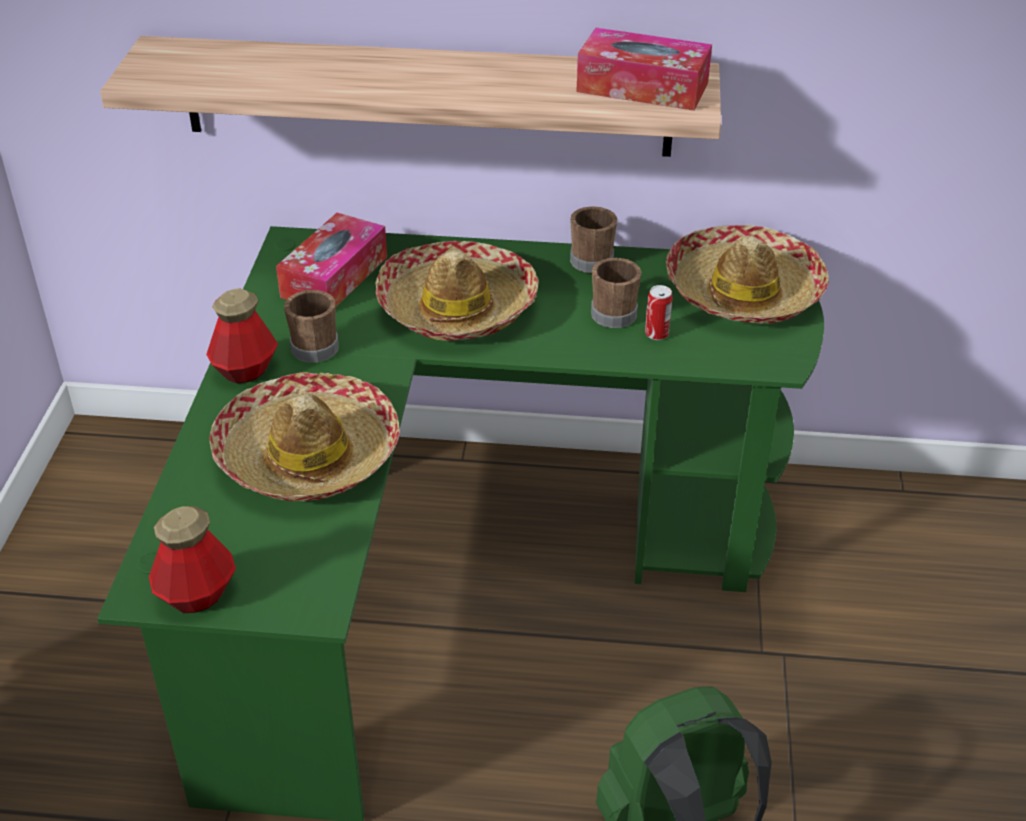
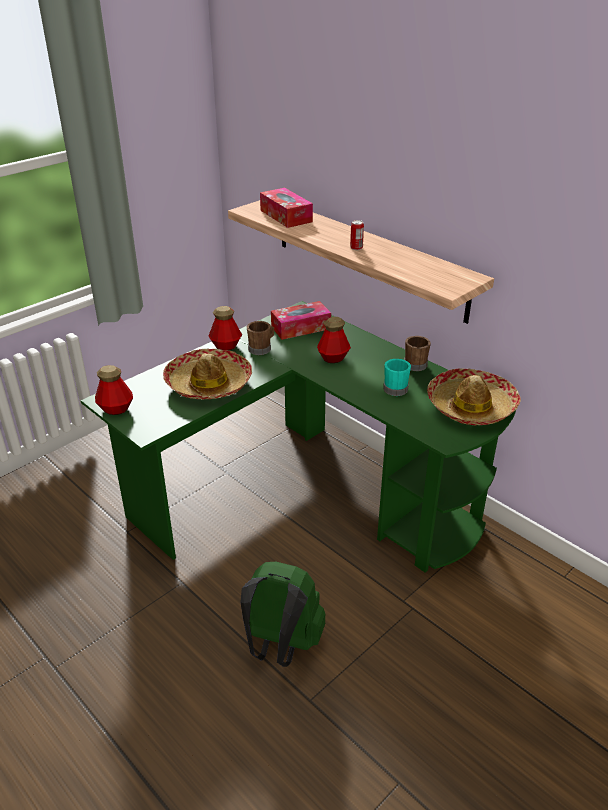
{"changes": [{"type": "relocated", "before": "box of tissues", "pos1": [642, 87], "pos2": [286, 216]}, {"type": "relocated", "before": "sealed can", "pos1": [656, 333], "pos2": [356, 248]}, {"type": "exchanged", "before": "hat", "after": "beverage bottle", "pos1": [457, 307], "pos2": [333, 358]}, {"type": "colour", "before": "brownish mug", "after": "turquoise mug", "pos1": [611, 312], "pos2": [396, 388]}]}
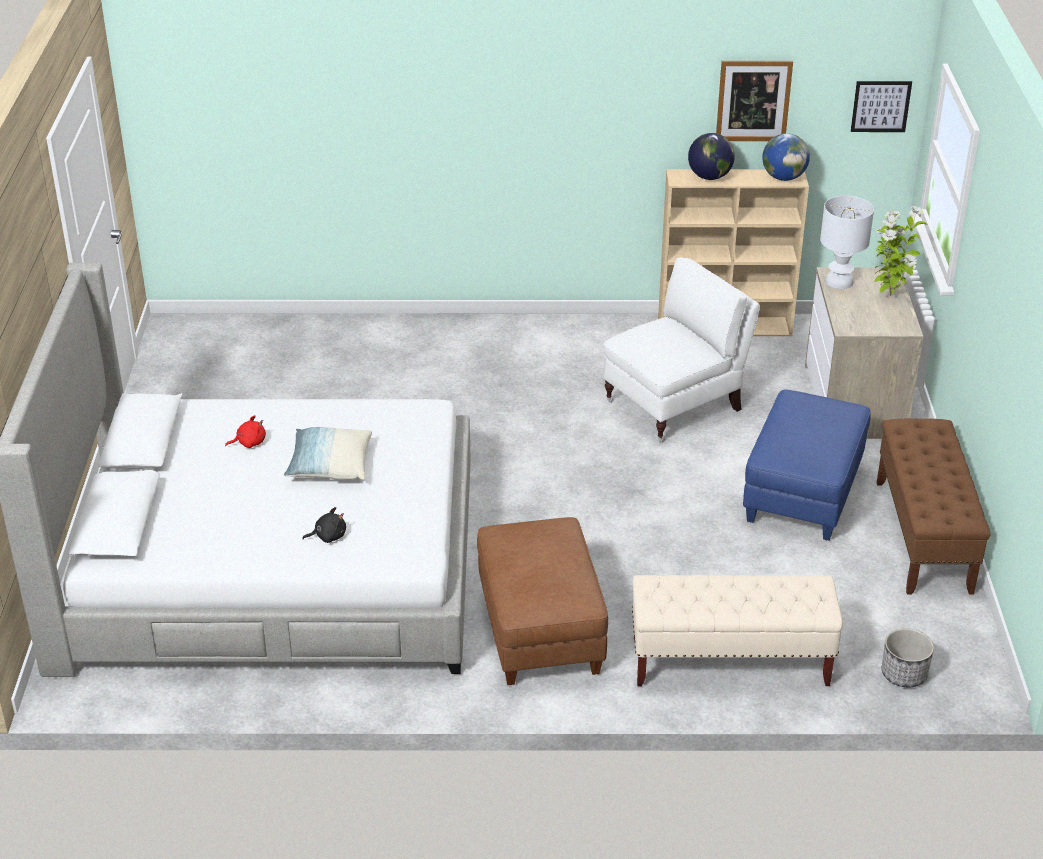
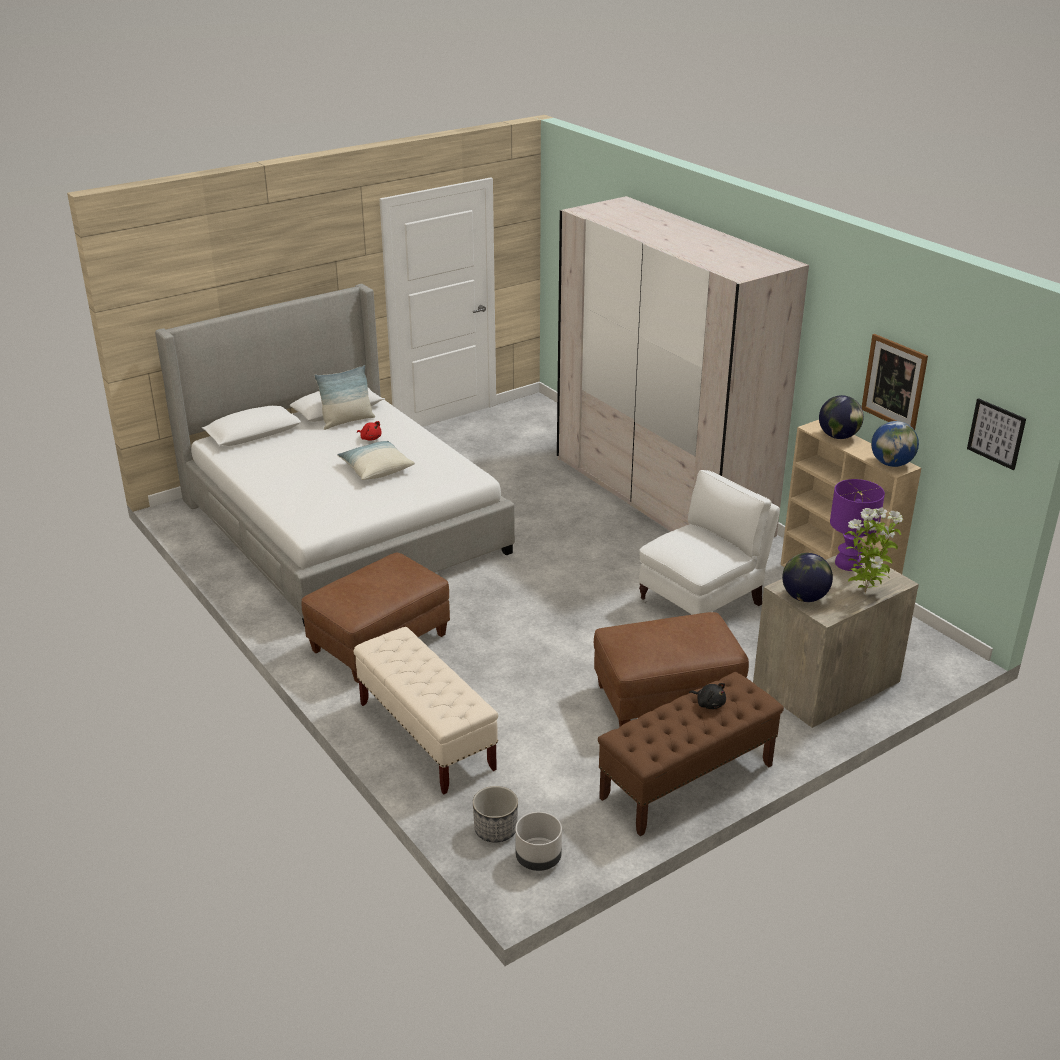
{"changes": [{"type": "appeared", "after": "pillow", "pos2": [347, 421]}, {"type": "appeared", "after": "grey plant pot", "pos2": [538, 859]}, {"type": "appeared", "after": "beige-coloured clothes cupboard", "pos2": [661, 496]}, {"type": "appeared", "after": "desk globe", "pos2": [804, 598]}, {"type": "relocated", "before": "blackish cuddly toy", "pos1": [328, 536], "pos2": [709, 703]}, {"type": "colour", "before": "bluish pouffe", "after": "brownish pouffe", "pos1": [803, 495], "pos2": [666, 701]}, {"type": "colour", "before": "white tabletop lamp", "after": "purple tabletop lamp", "pos1": [839, 282], "pos2": [848, 564]}, {"type": "spun", "before": "white easy chair", "pos1": [676, 405], "pos2": [703, 603], "turn": -60}]}
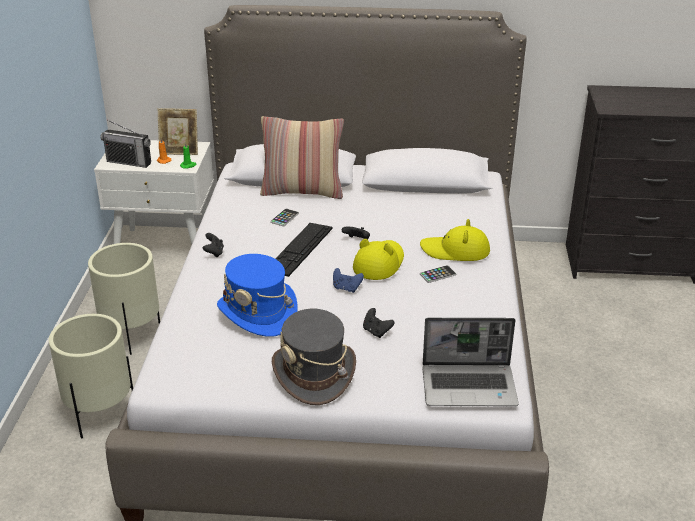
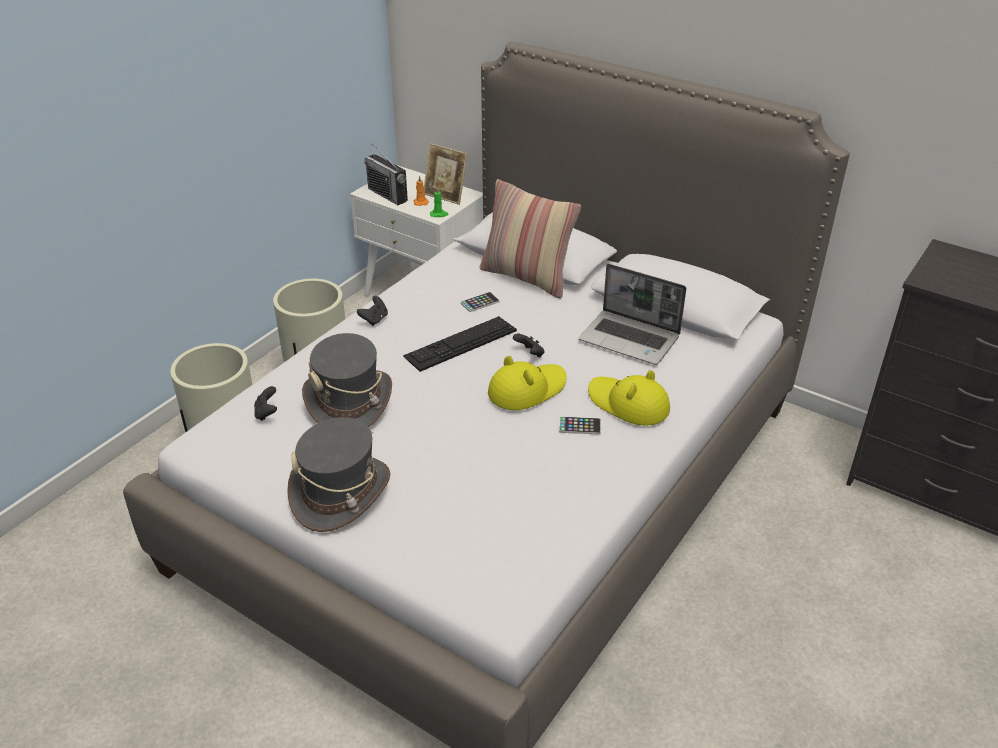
{"changes": [{"type": "missing", "before": "bluish gamepad", "pos1": [346, 288]}, {"type": "relocated", "before": "blackish gamepad", "pos1": [376, 331], "pos2": [267, 413]}, {"type": "relocated", "before": "notebook computer", "pos1": [470, 386], "pos2": [630, 339]}, {"type": "colour", "before": "bluish hat", "after": "grey hat", "pos1": [258, 313], "pos2": [349, 402]}]}
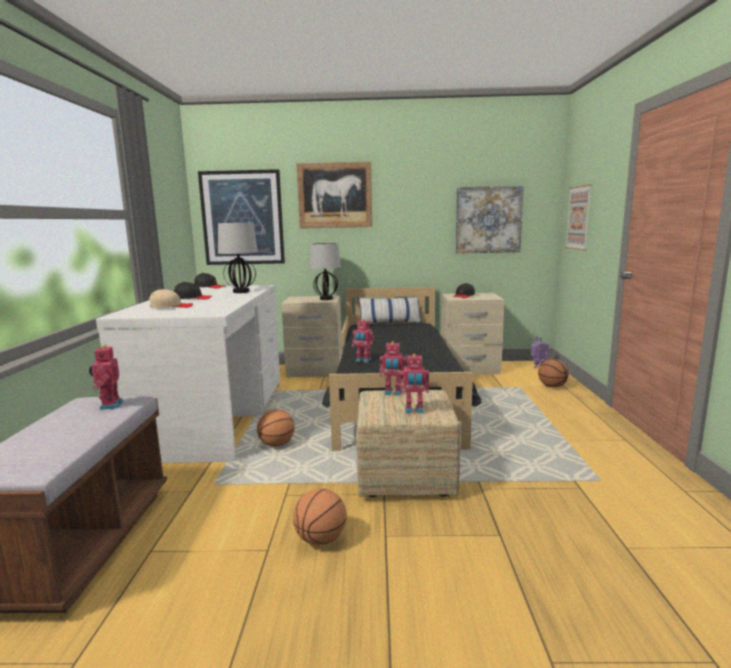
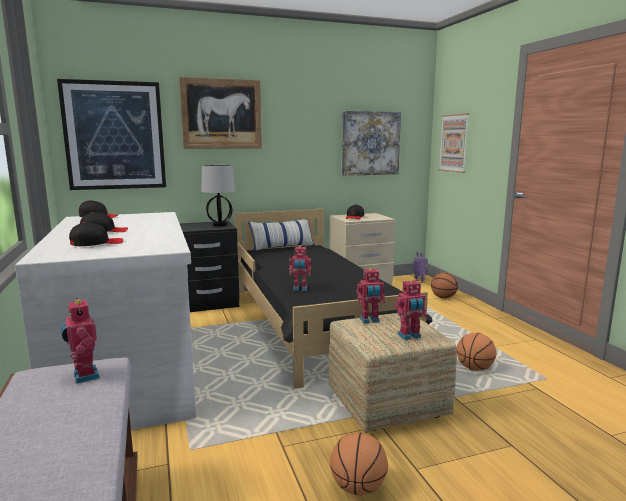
{"changes": [{"type": "missing", "before": "tabletop lamp", "pos1": [240, 292]}, {"type": "relocated", "before": "ball for basketball", "pos1": [277, 445], "pos2": [474, 368]}, {"type": "colour", "before": "beige-coloured cap", "after": "blackish cap", "pos1": [171, 307], "pos2": [96, 244]}, {"type": "colour", "before": "beige-coloured bedside table", "after": "blackish bedside table", "pos1": [315, 371], "pos2": [207, 303]}]}
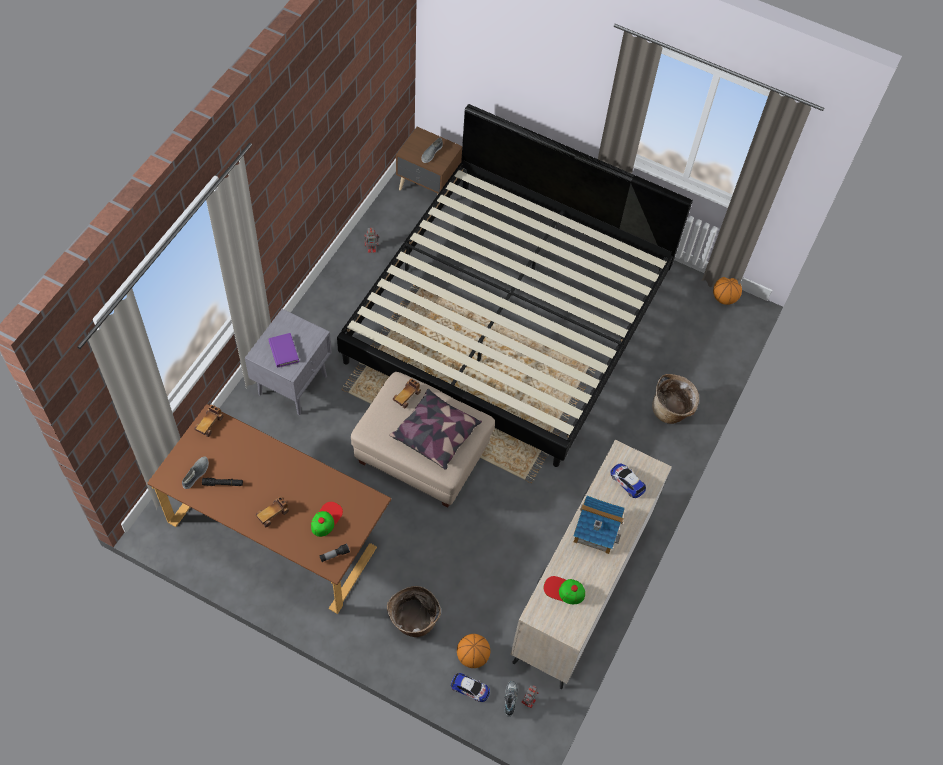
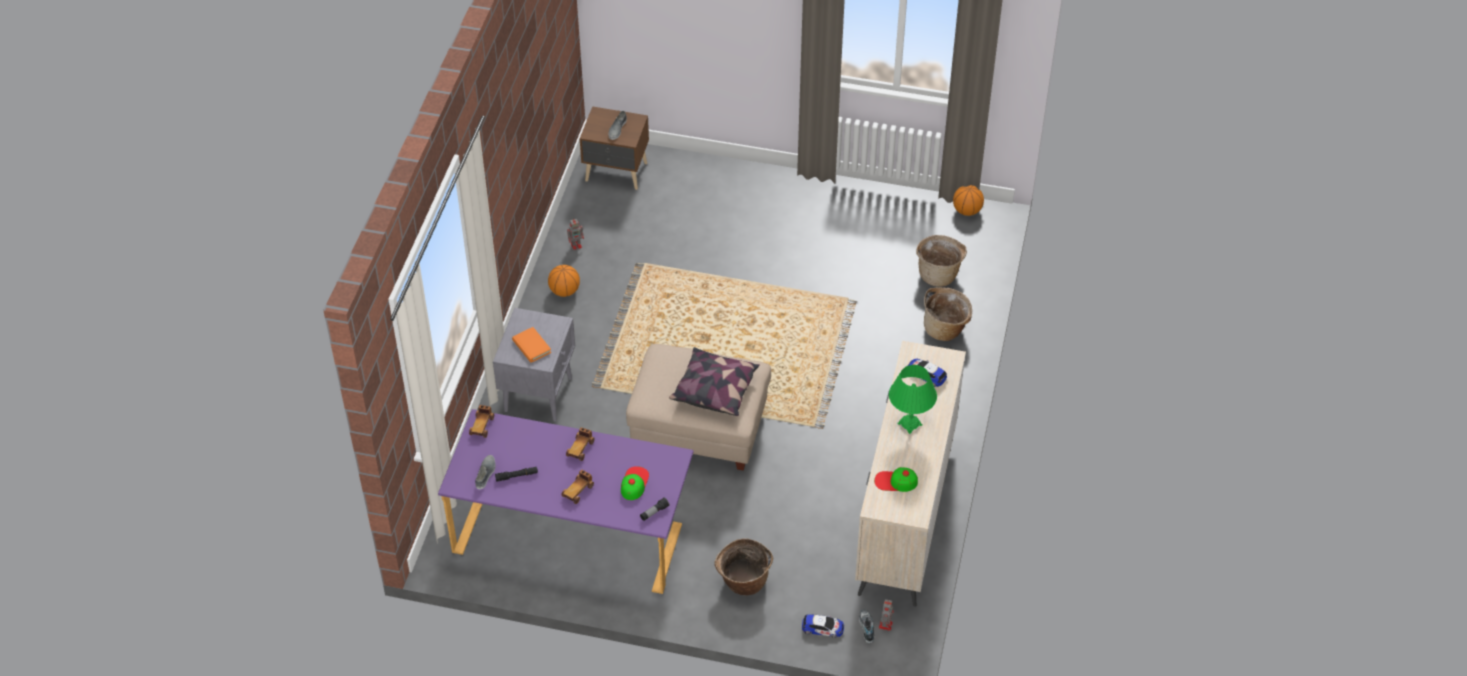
{"changes": [{"type": "missing", "before": "bedroom bed", "pos1": [508, 318]}, {"type": "appeared", "after": "basket", "pos2": [939, 274]}, {"type": "relocated", "before": "miniature car", "pos1": [407, 396], "pos2": [580, 448]}, {"type": "relocated", "before": "ball for basketball", "pos1": [472, 656], "pos2": [564, 291]}, {"type": "exchanged", "before": "toy house", "after": "greenish tabletop lamp", "pos1": [596, 531], "pos2": [909, 424]}, {"type": "colour", "before": "brownish desk table", "after": "purple desk table", "pos1": [277, 531], "pos2": [571, 533]}, {"type": "colour", "before": "purple book", "after": "orange-coloured book", "pos1": [283, 351], "pos2": [531, 346]}]}
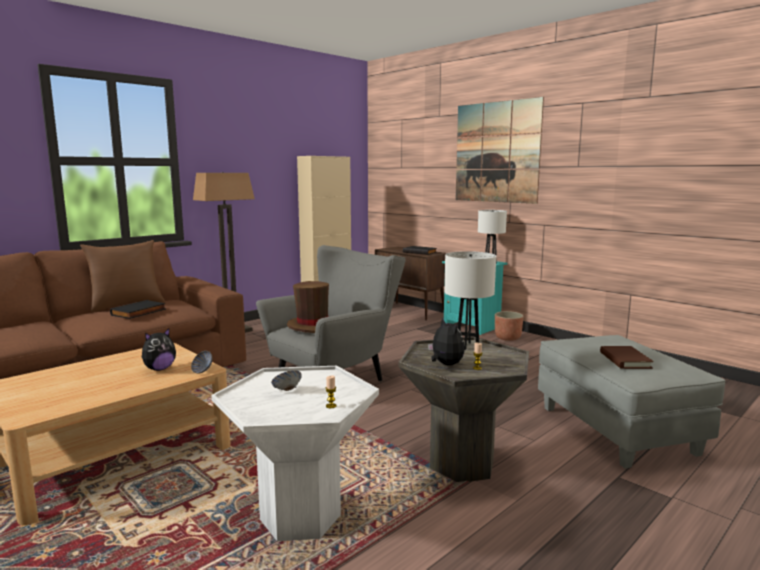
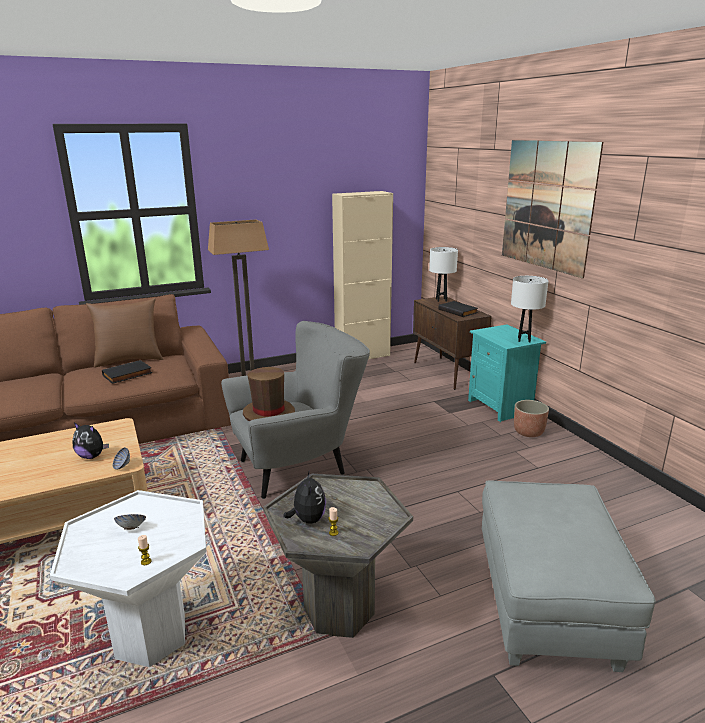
{"changes": [{"type": "missing", "before": "brownish book", "pos1": [625, 360]}, {"type": "relocated", "before": "white tabletop lamp", "pos1": [467, 346], "pos2": [441, 300]}, {"type": "spun", "before": "cuddly toy", "pos1": [159, 369], "pos2": [92, 456], "turn": 45}]}
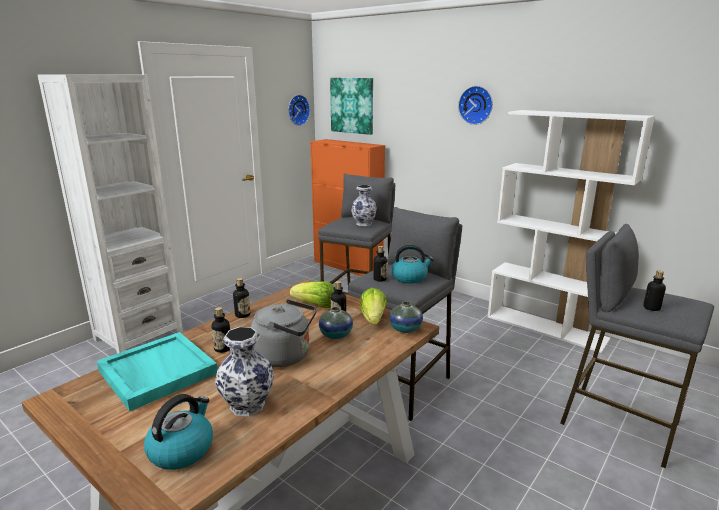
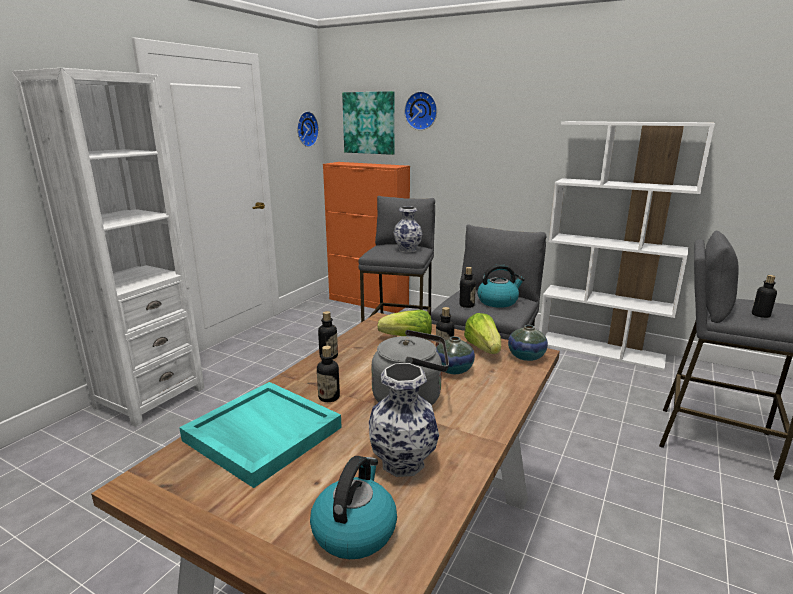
{"changes": [{"type": "relocated", "before": "wall clock", "pos1": [476, 105], "pos2": [421, 111]}]}
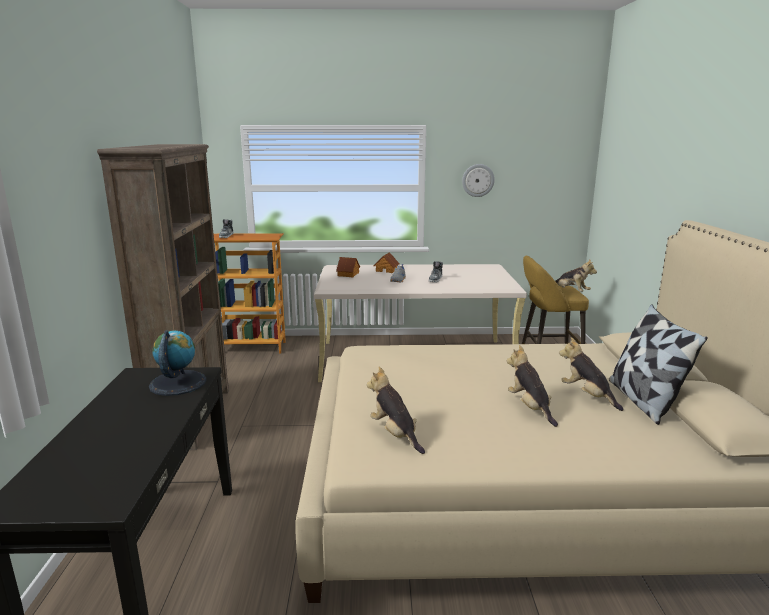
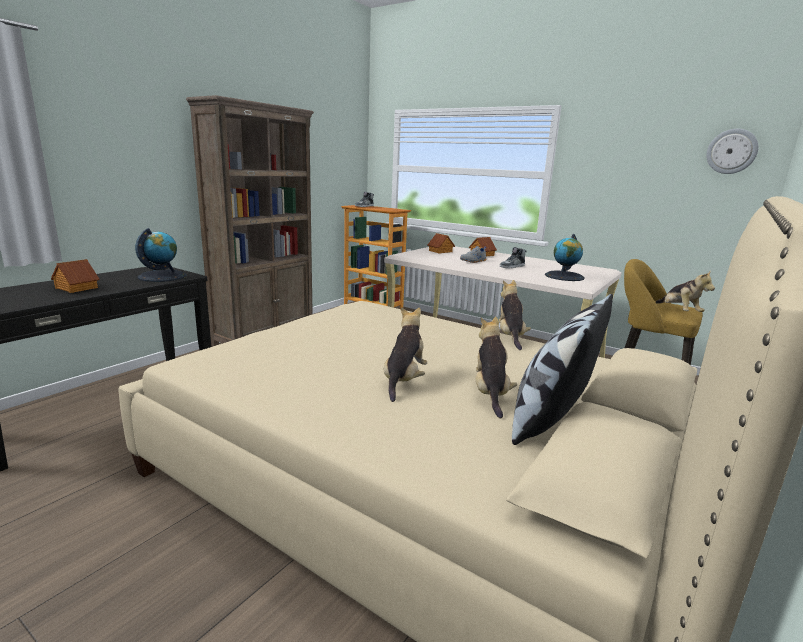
{"changes": [{"type": "appeared", "after": "toy house", "pos2": [76, 288]}, {"type": "appeared", "after": "desk globe", "pos2": [564, 276]}, {"type": "relocated", "before": "cuddly toy", "pos1": [395, 434], "pos2": [510, 336]}, {"type": "relocated", "before": "wall clock", "pos1": [478, 180], "pos2": [731, 151]}]}
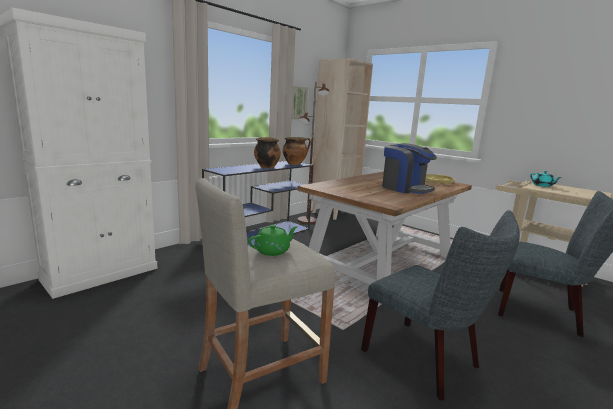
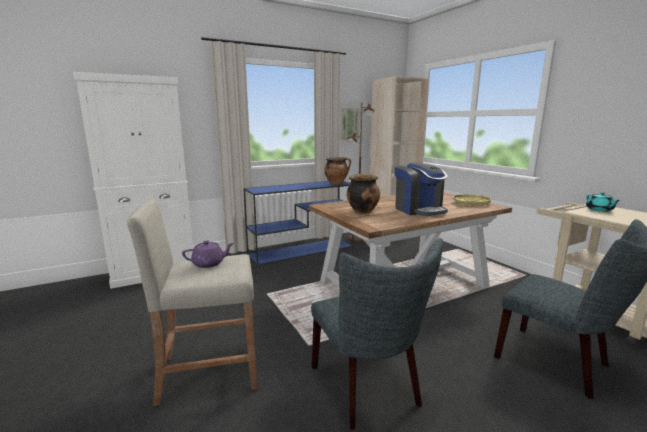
{"changes": [{"type": "relocated", "before": "cooking pot", "pos1": [266, 167], "pos2": [362, 211]}, {"type": "colour", "before": "greenish tea pot", "after": "purple tea pot", "pos1": [273, 251], "pos2": [209, 263]}]}
